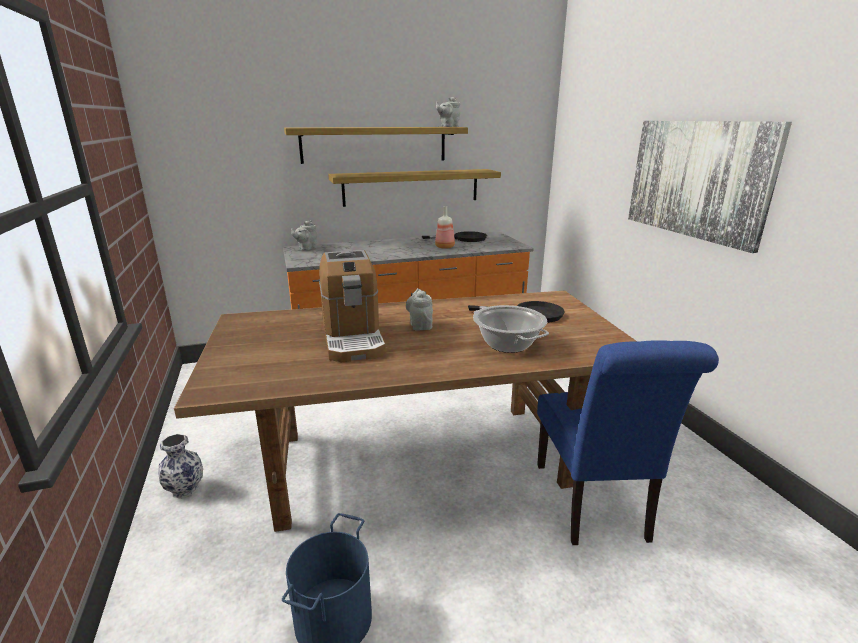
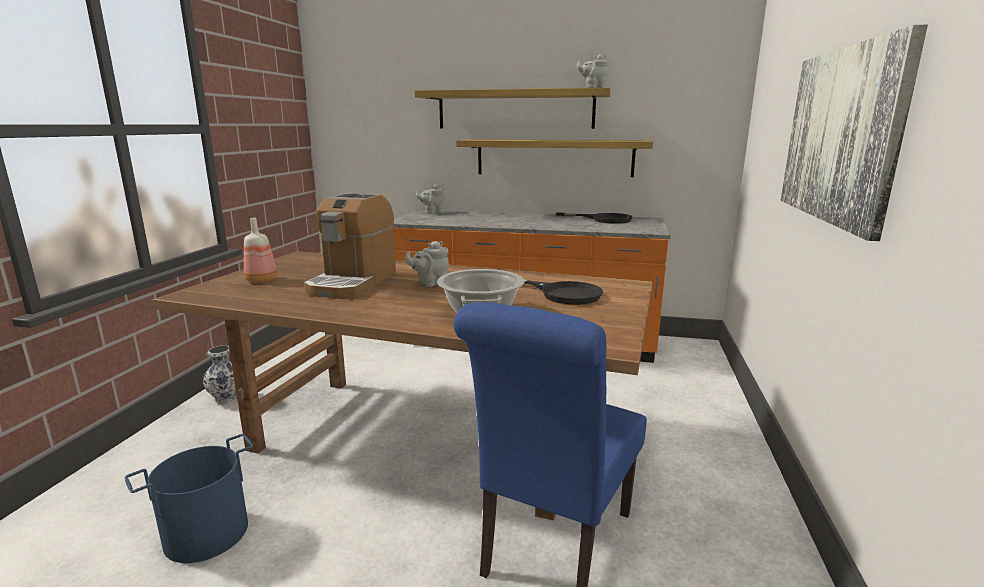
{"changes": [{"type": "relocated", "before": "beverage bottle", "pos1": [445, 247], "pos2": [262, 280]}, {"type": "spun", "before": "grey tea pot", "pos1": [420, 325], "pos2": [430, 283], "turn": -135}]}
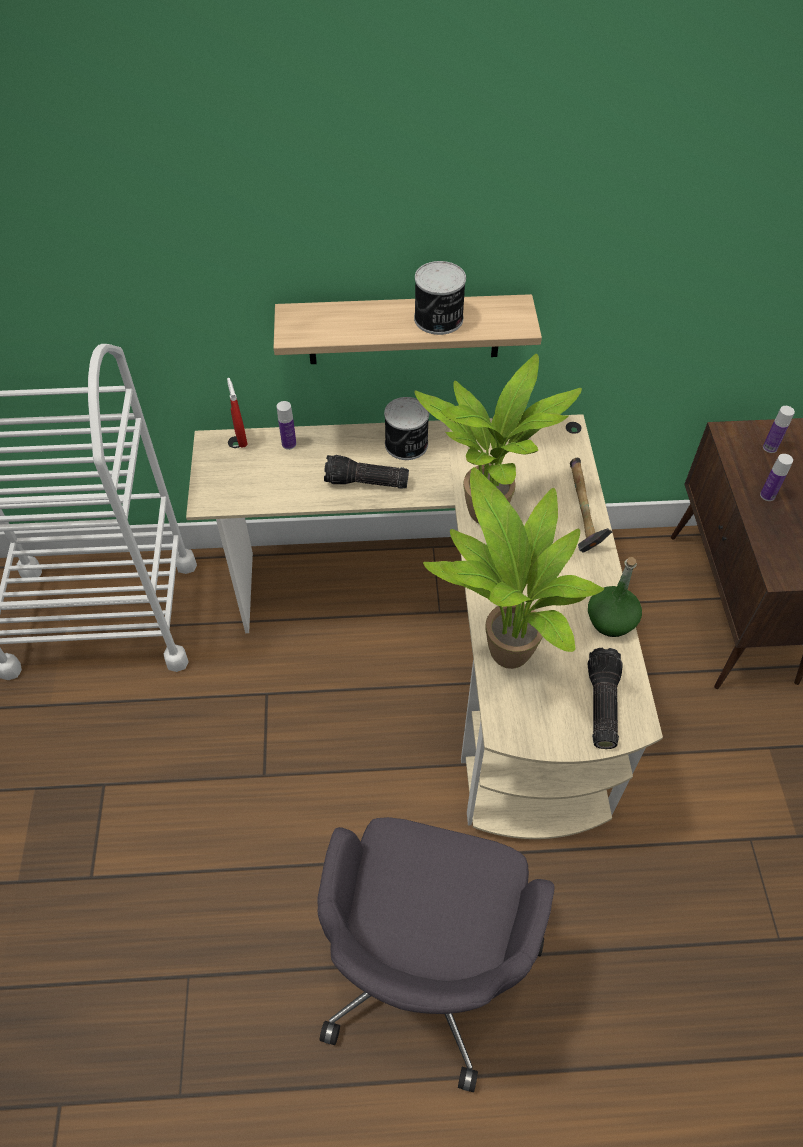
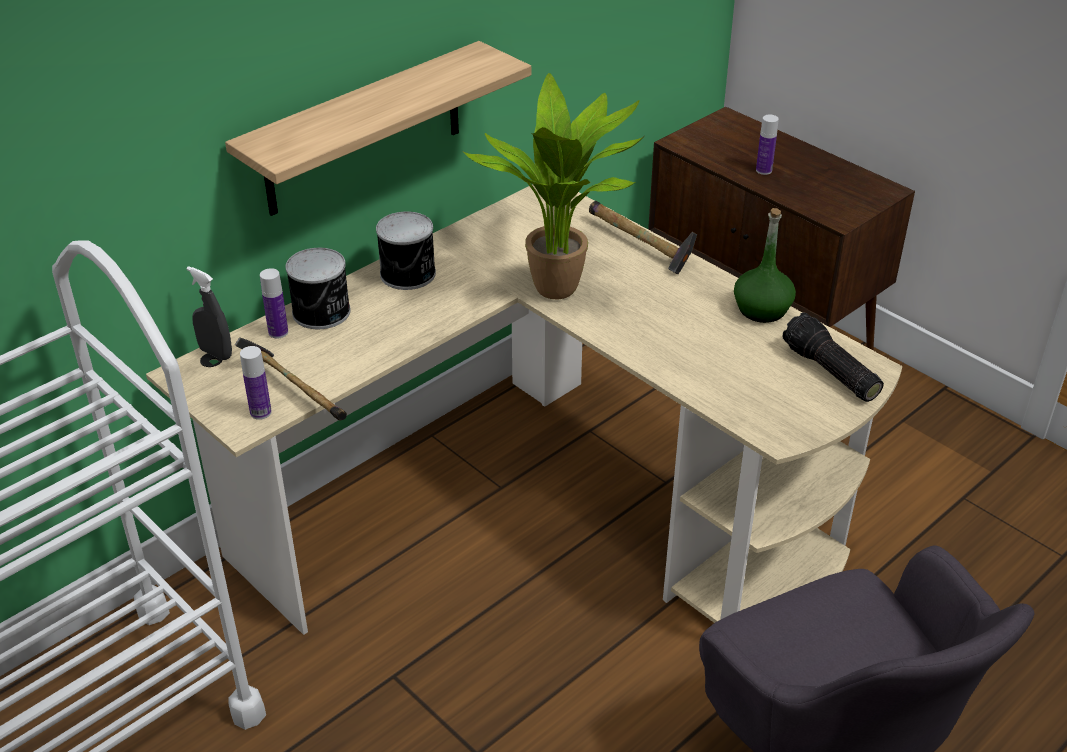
{"changes": [{"type": "missing", "before": "torch", "pos1": [365, 483]}, {"type": "missing", "before": "potted plant", "pos1": [502, 656]}, {"type": "appeared", "after": "hammer", "pos2": [295, 392]}, {"type": "relocated", "before": "sealed can", "pos1": [439, 319], "pos2": [322, 312]}, {"type": "relocated", "before": "beverage bottle", "pos1": [770, 447], "pos2": [260, 412]}, {"type": "colour", "before": "reddish hand sprayer", "after": "grey hand sprayer", "pos1": [241, 439], "pos2": [216, 353]}]}
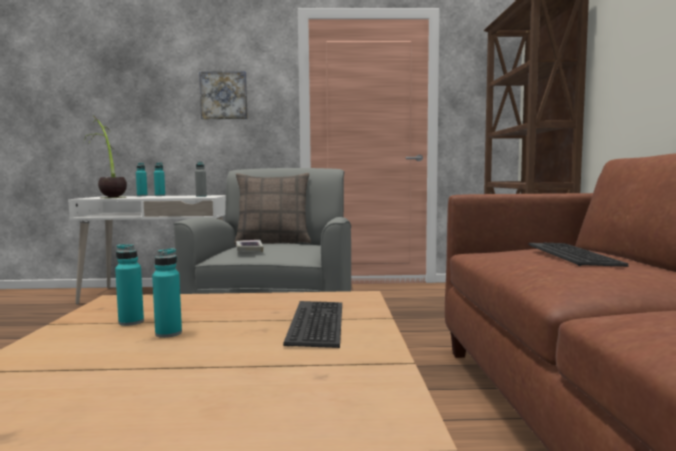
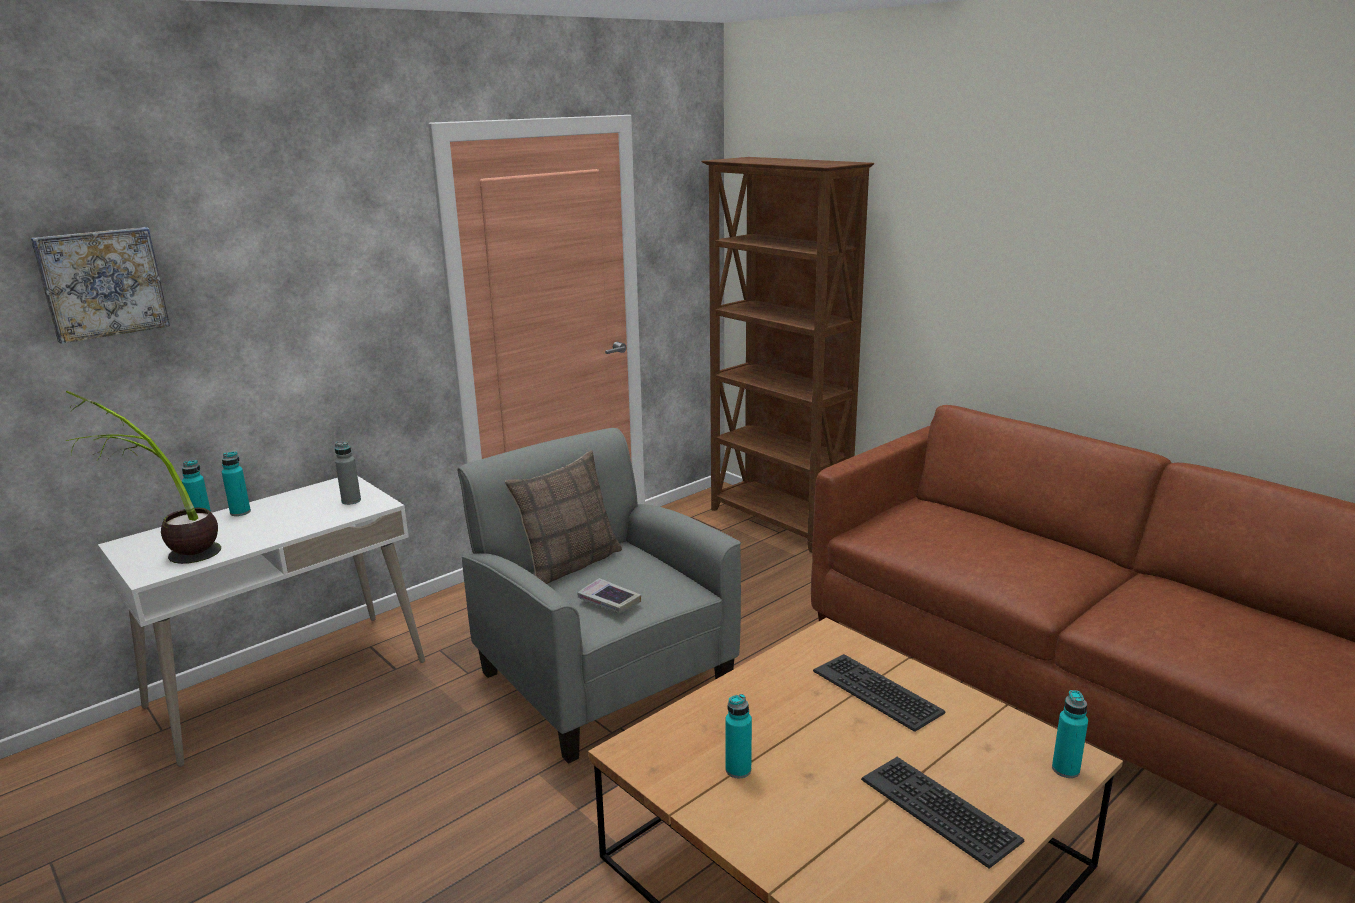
{"changes": [{"type": "relocated", "before": "turquoise beverage bottle", "pos1": [168, 333], "pos2": [1065, 769]}, {"type": "relocated", "before": "picture", "pos1": [224, 96], "pos2": [102, 283]}, {"type": "relocated", "before": "PC keyboard", "pos1": [573, 255], "pos2": [940, 809]}]}
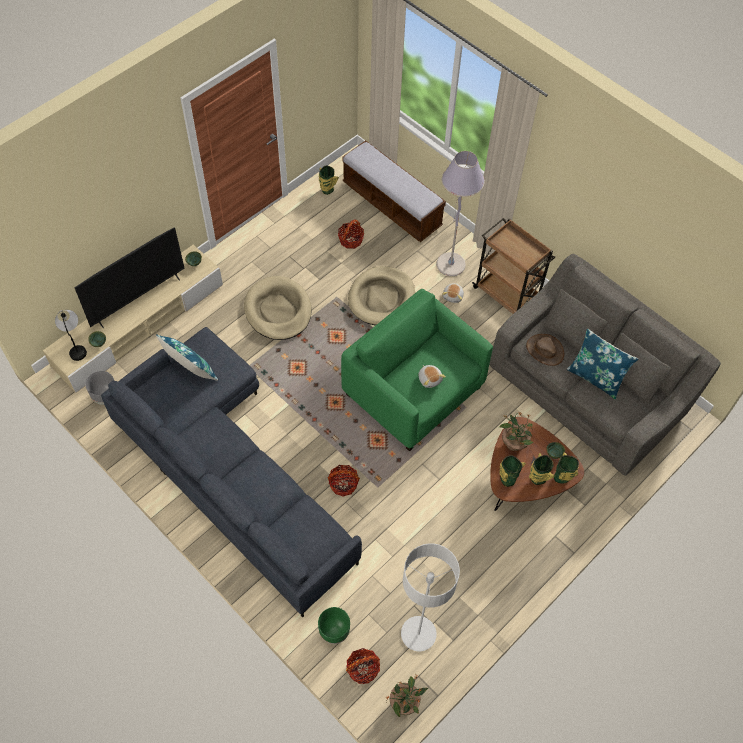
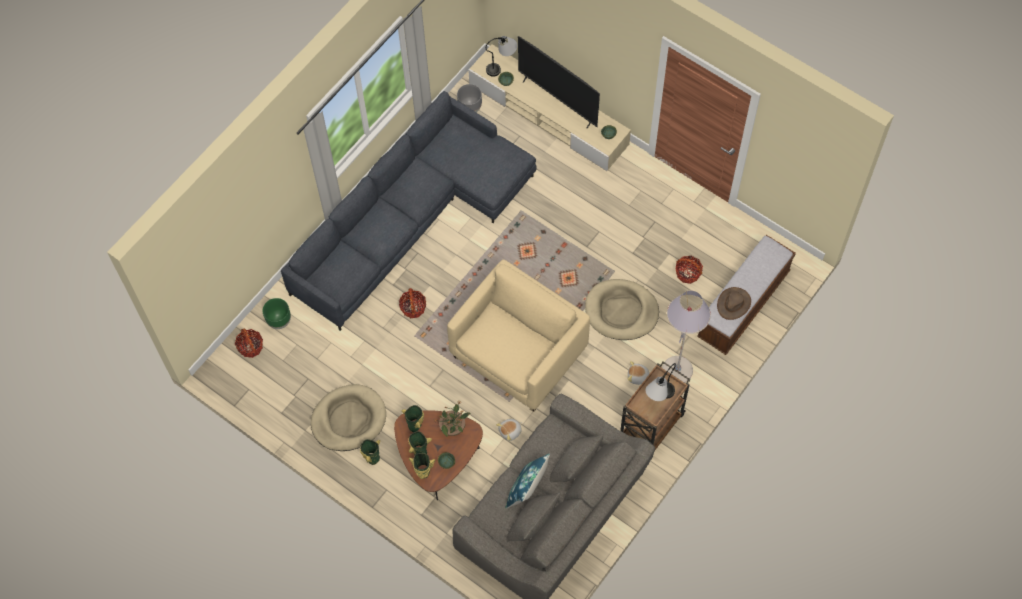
{"changes": [{"type": "missing", "before": "bluish pillow", "pos1": [191, 371]}, {"type": "missing", "before": "potted plant", "pos1": [405, 702]}, {"type": "missing", "before": "grey standard lamp", "pos1": [418, 634]}, {"type": "appeared", "after": "tabletop lamp", "pos2": [658, 398]}, {"type": "relocated", "before": "beige-coloured dog cushion", "pos1": [278, 310], "pos2": [348, 419]}, {"type": "relocated", "before": "decorative vase", "pos1": [327, 190], "pos2": [371, 457]}, {"type": "relocated", "before": "cuddly toy", "pos1": [430, 379], "pos2": [510, 431]}, {"type": "relocated", "before": "brownish hat", "pos1": [544, 350], "pos2": [733, 303]}, {"type": "colour", "before": "greenish easy chair", "after": "beige-coloured easy chair", "pos1": [414, 391], "pos2": [519, 353]}]}
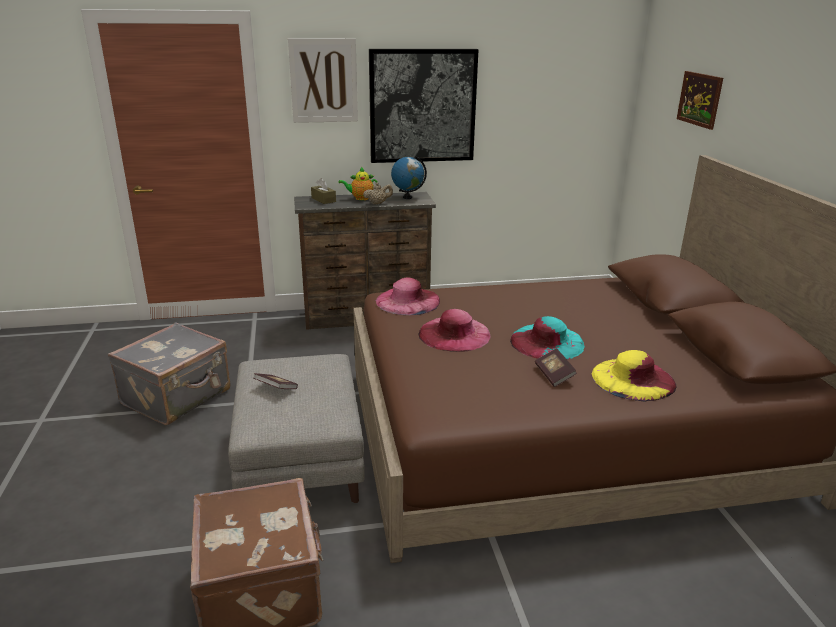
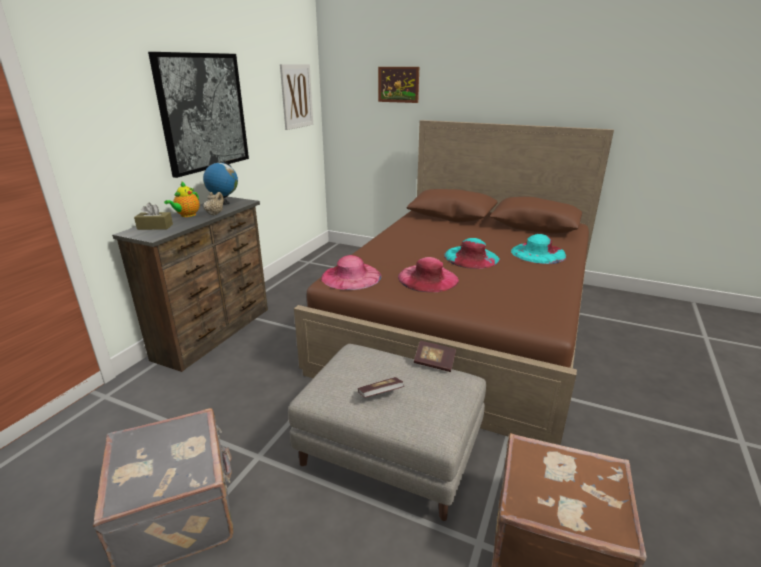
{"changes": [{"type": "relocated", "before": "picture", "pos1": [323, 81], "pos2": [296, 96]}, {"type": "relocated", "before": "book", "pos1": [554, 375], "pos2": [434, 363]}, {"type": "colour", "before": "yellow hat", "after": "turquoise hat", "pos1": [633, 379], "pos2": [538, 253]}]}
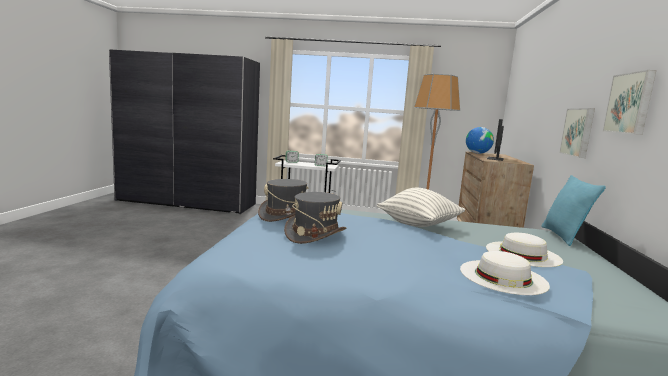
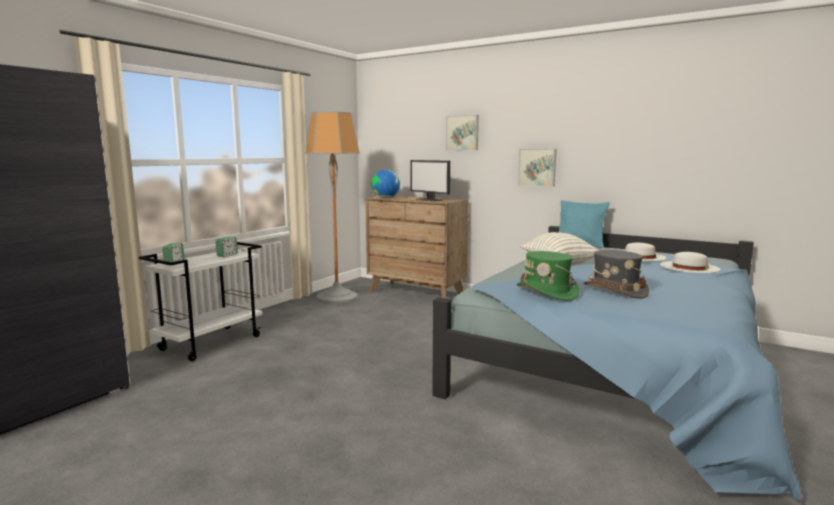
{"changes": [{"type": "relocated", "before": "picture", "pos1": [631, 103], "pos2": [462, 133]}, {"type": "colour", "before": "grey hat", "after": "greenish hat", "pos1": [285, 215], "pos2": [547, 292]}]}
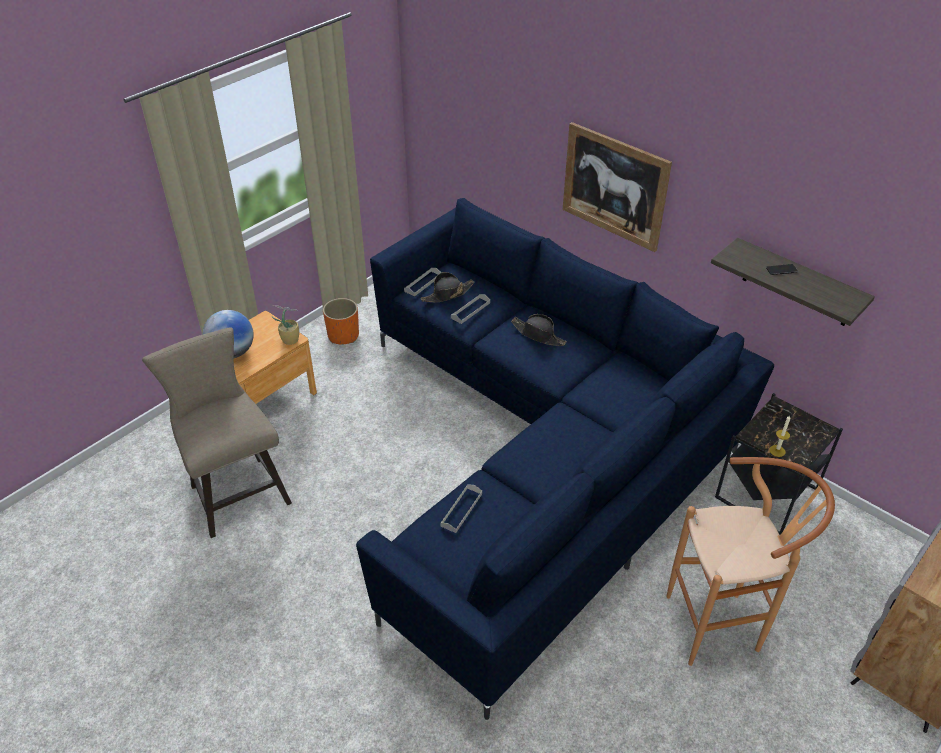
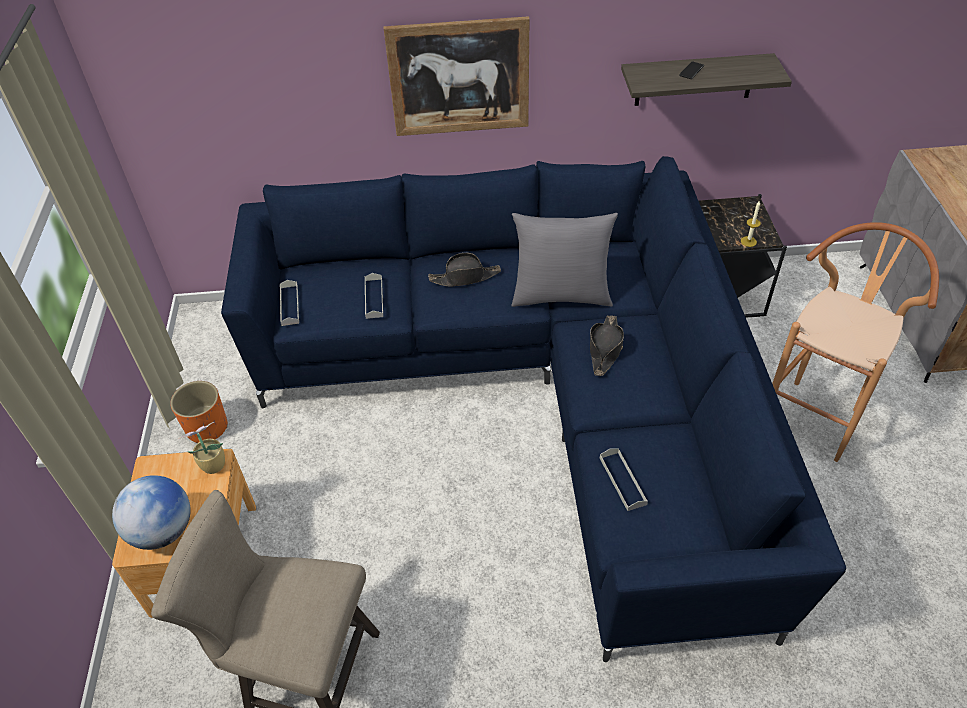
{"changes": [{"type": "appeared", "after": "grey pillow", "pos2": [561, 295]}, {"type": "relocated", "before": "blackish hat", "pos1": [447, 294], "pos2": [605, 349]}]}
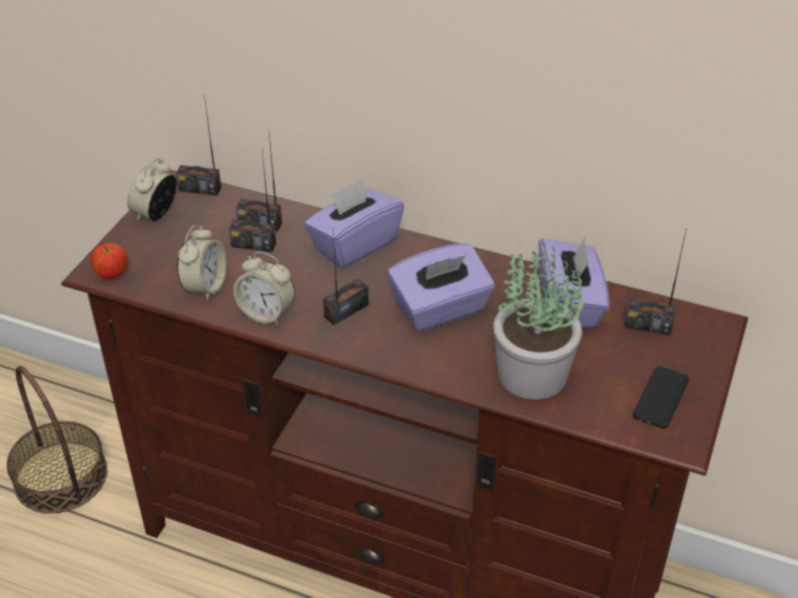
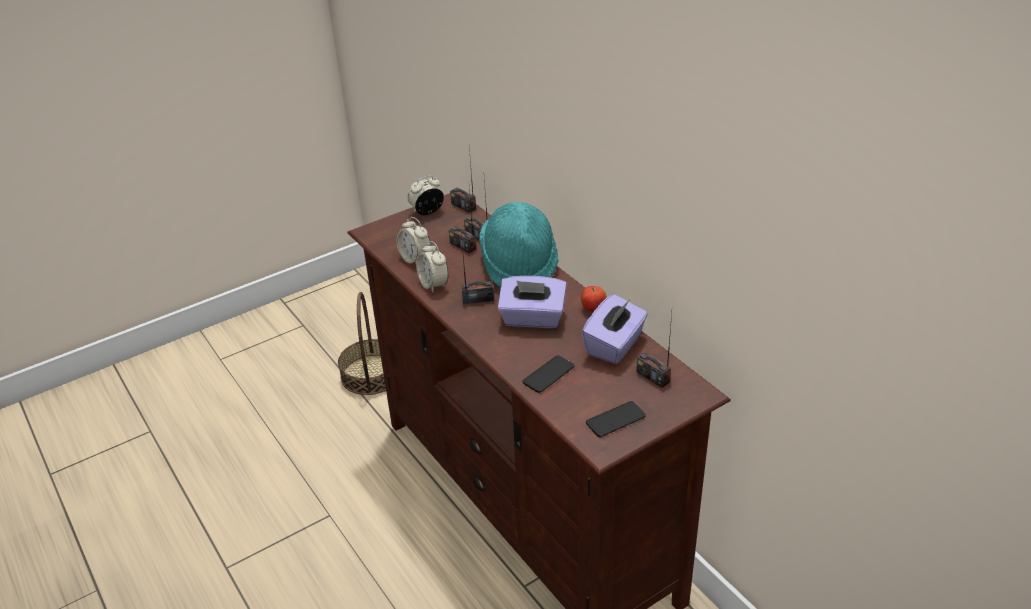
{"changes": [{"type": "relocated", "before": "apple fruit", "pos1": [112, 274], "pos2": [593, 309]}, {"type": "exchanged", "before": "purple box of tissues", "after": "turquoise hat", "pos1": [354, 244], "pos2": [519, 265]}, {"type": "exchanged", "before": "potted plant", "after": "telephone", "pos1": [531, 375], "pos2": [548, 374]}, {"type": "spun", "before": "table clock", "pos1": [205, 287], "pos2": [415, 259], "turn": 90}]}
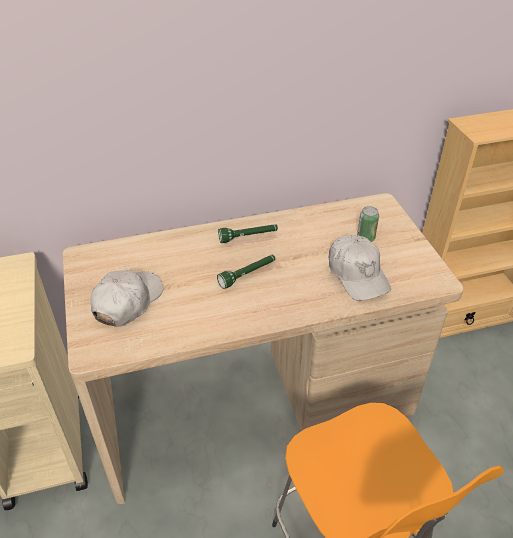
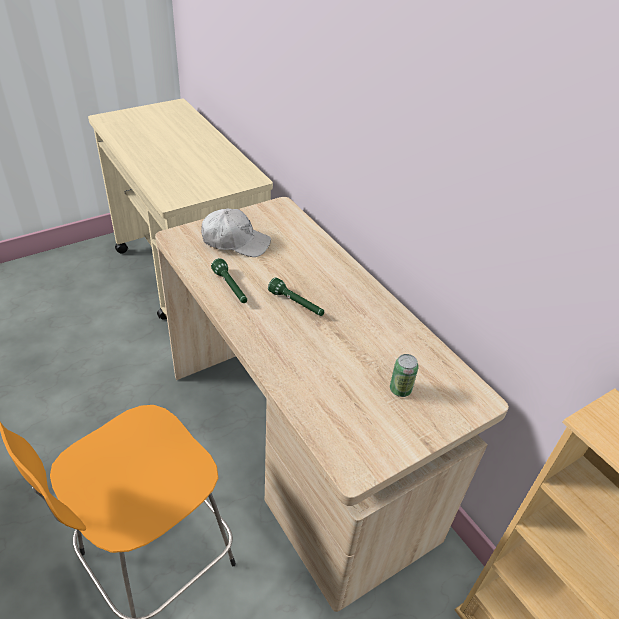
{"changes": [{"type": "missing", "before": "white cap", "pos1": [357, 274]}, {"type": "relocated", "before": "greenish torch", "pos1": [248, 237], "pos2": [231, 288]}]}
